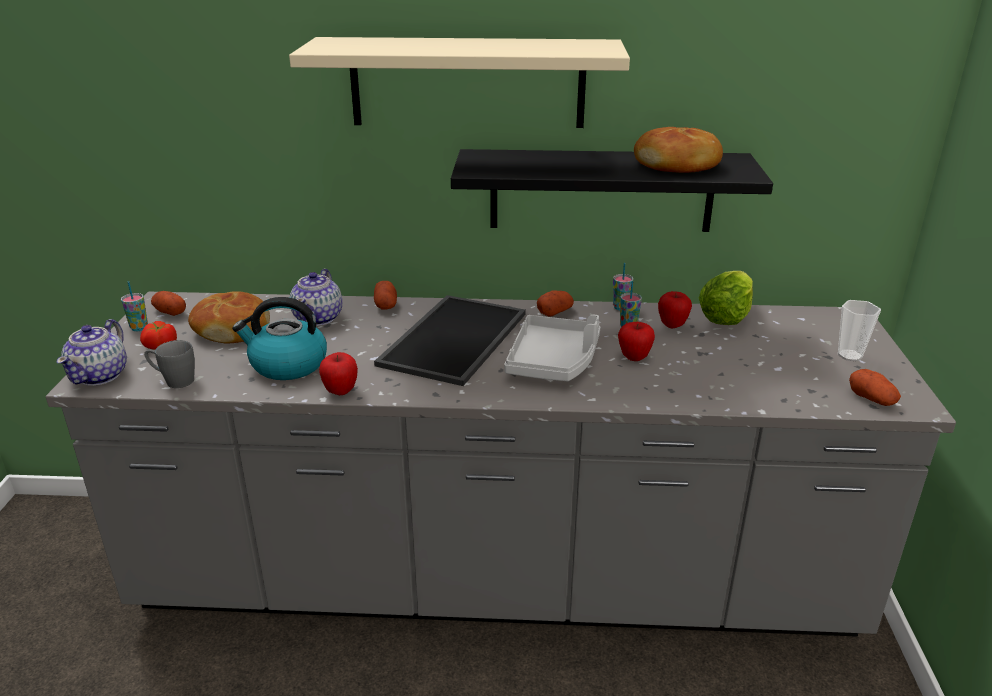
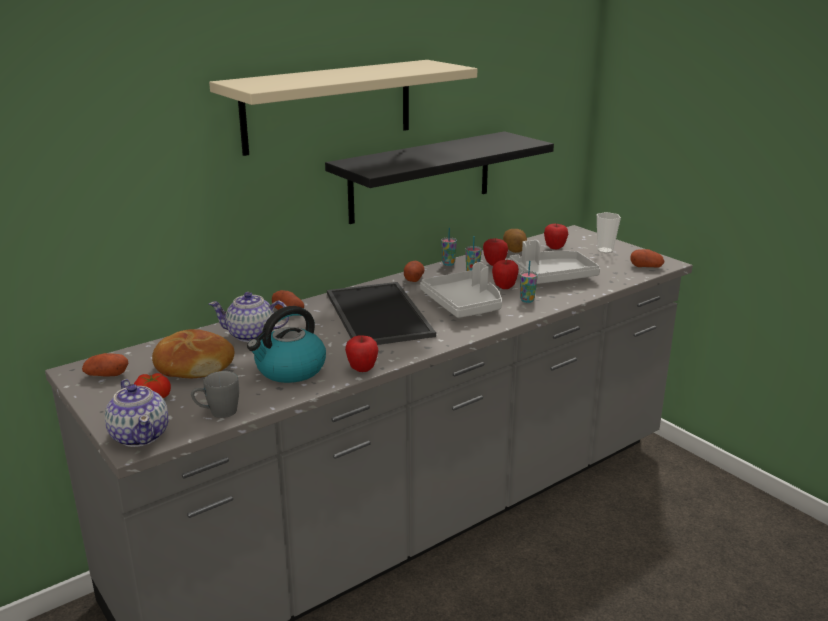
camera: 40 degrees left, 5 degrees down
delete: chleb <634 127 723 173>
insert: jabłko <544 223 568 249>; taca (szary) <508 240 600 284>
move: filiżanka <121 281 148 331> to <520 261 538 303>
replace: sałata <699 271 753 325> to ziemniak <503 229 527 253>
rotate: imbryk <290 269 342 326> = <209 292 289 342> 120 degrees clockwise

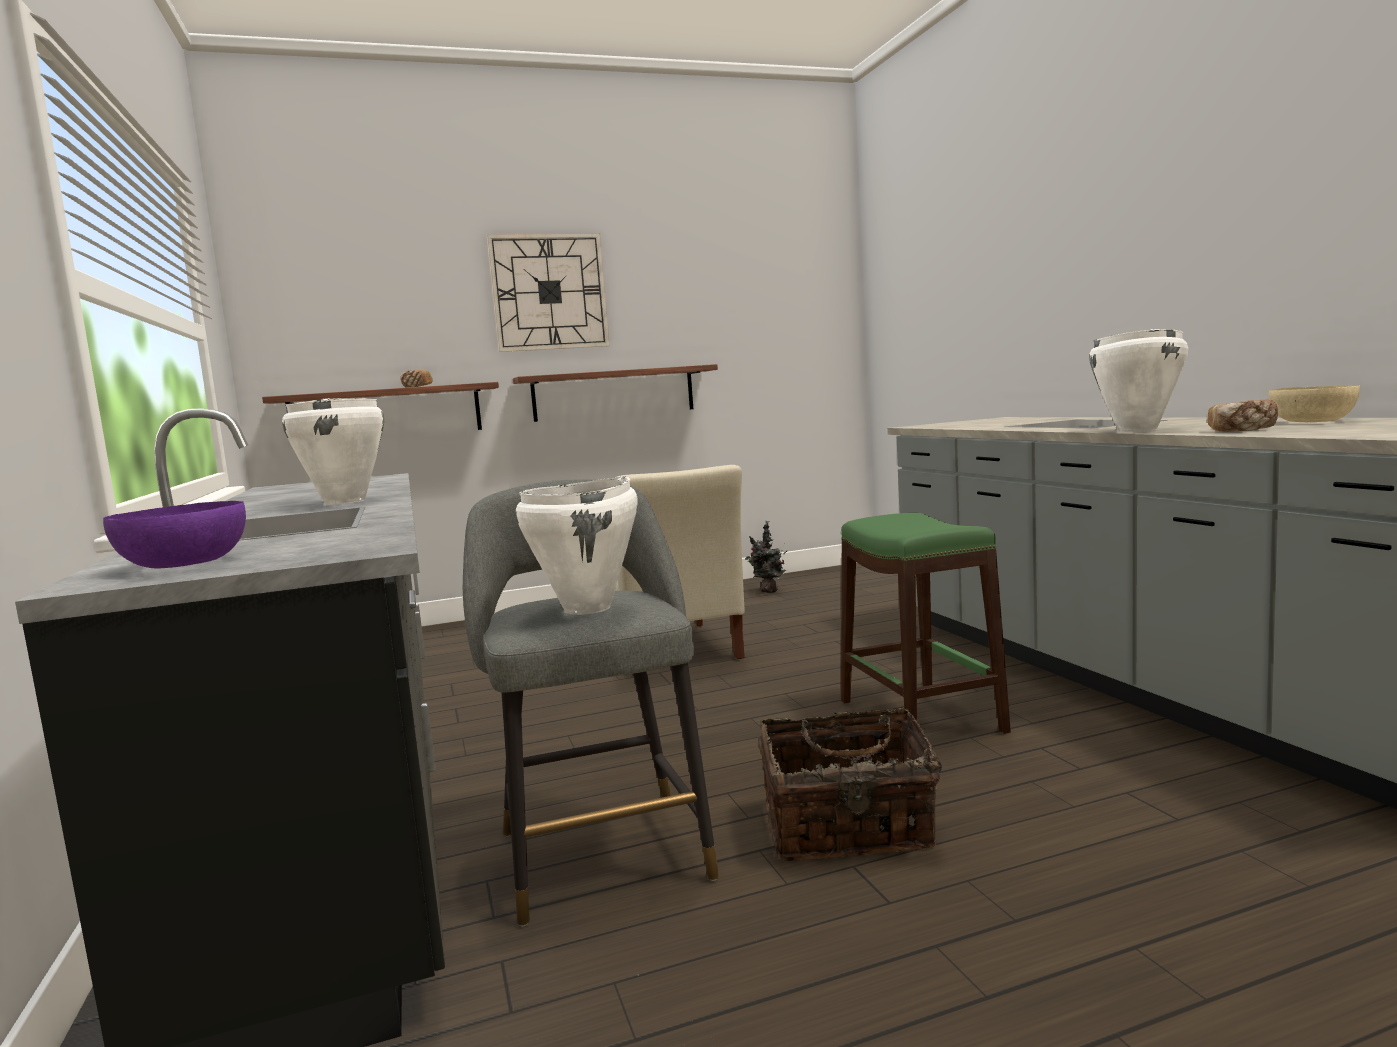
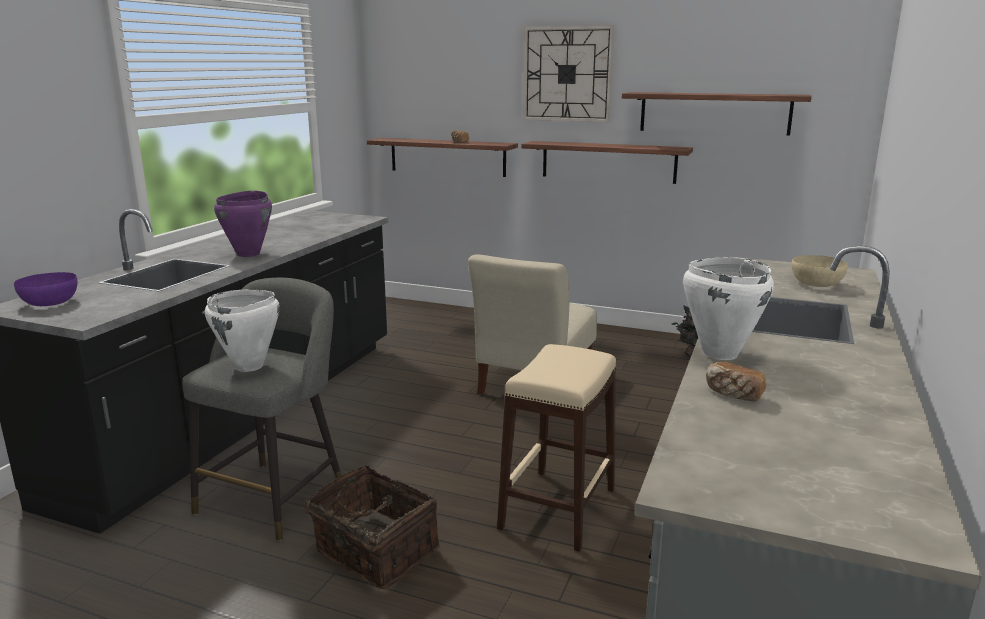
camera: 40 degrees right, 10 degrees up
insert: półka <622 92 812 135>
move: miska (beżowy) <1269 385 1360 422> to <792 255 848 287>
recolor: garnek (biały) <282 398 384 505> to garnek (fioletowy) <214 190 272 257>; stołek (zielony) <841 513 1011 734> to stołek (beżowy) <497 344 616 552>

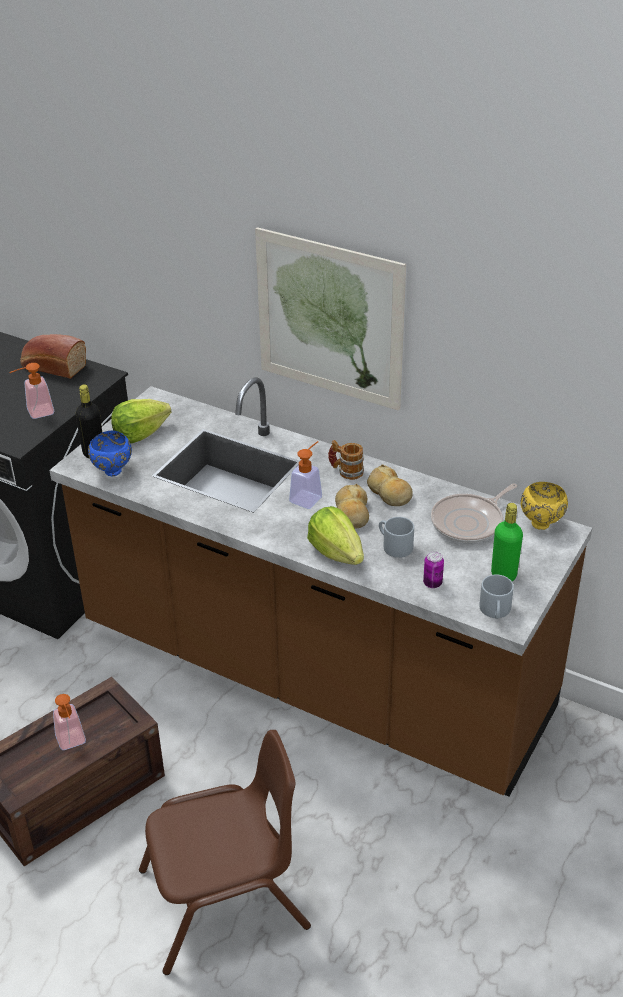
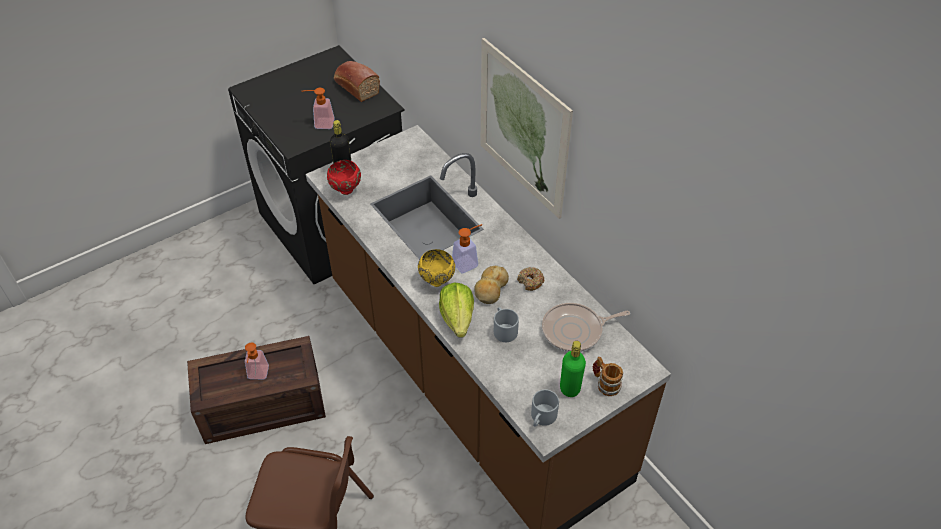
camera: 25 degrees right, 10 degrees up
delete: sałata <111 399 171 443>; puszka <423 551 444 588>
move: kubek <328 440 364 480> to <593 357 623 396>; miska (żółty) <521 482 568 530> to <418 249 455 287>
replace: chleb <367 465 413 506> to donut <517 267 544 291>
recolor: miska (niebieski) <88 430 132 477> to miska (czerwony) <327 160 361 195>

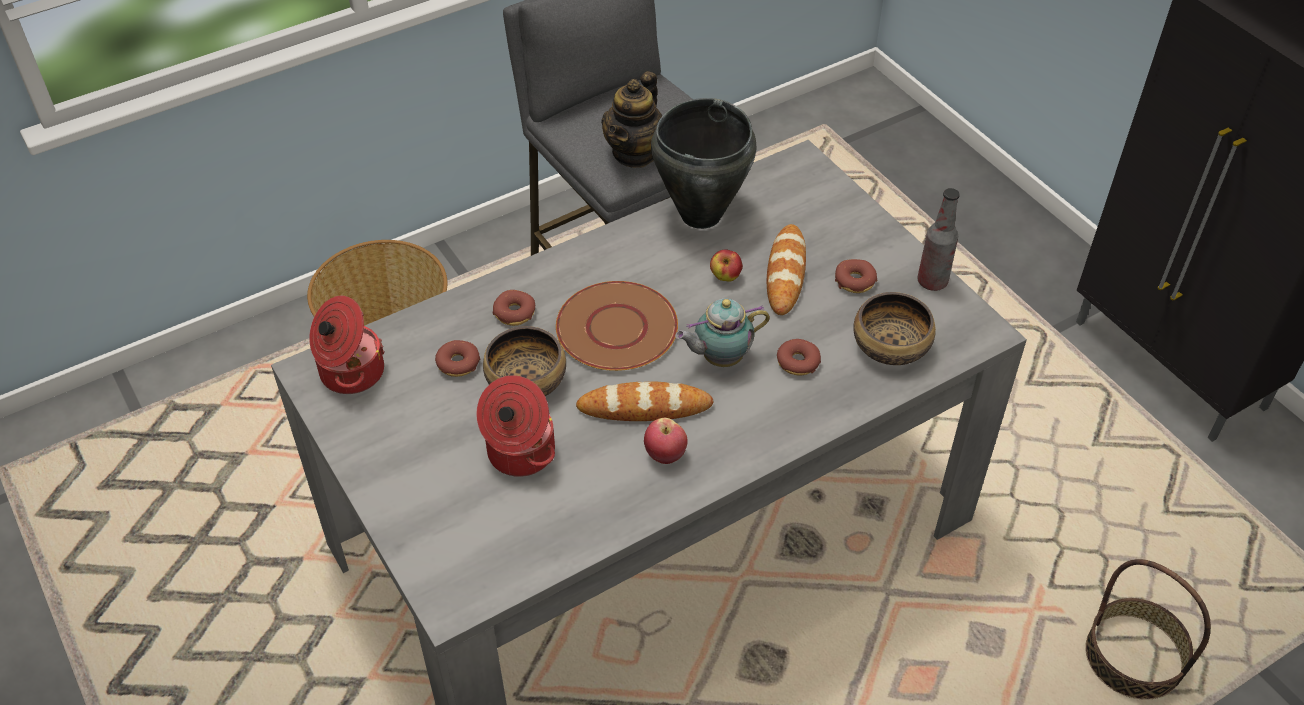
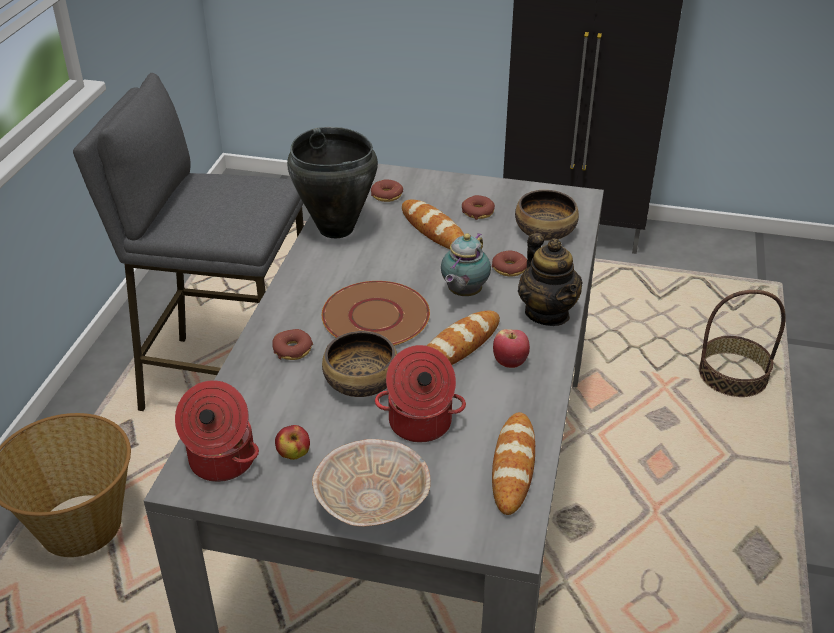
camera: 45 degrees left, 10 degrees down
delete: butelka <917 188 960 291>
insert: chleb <492 412 535 515>; miska (beżowy) <312 439 431 527>
move: imbryk <601 71 662 168> to <518 233 583 326>; jabłko <710 249 743 282> to <275 425 310 460>; donut <435 340 480 377> to <371 179 403 202>

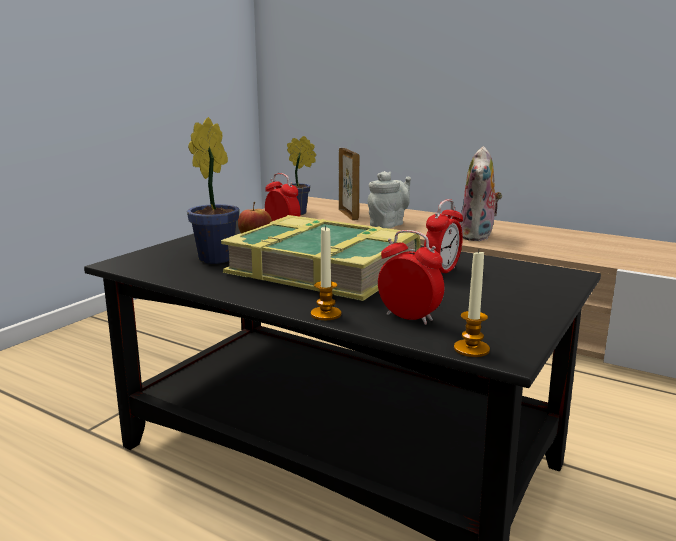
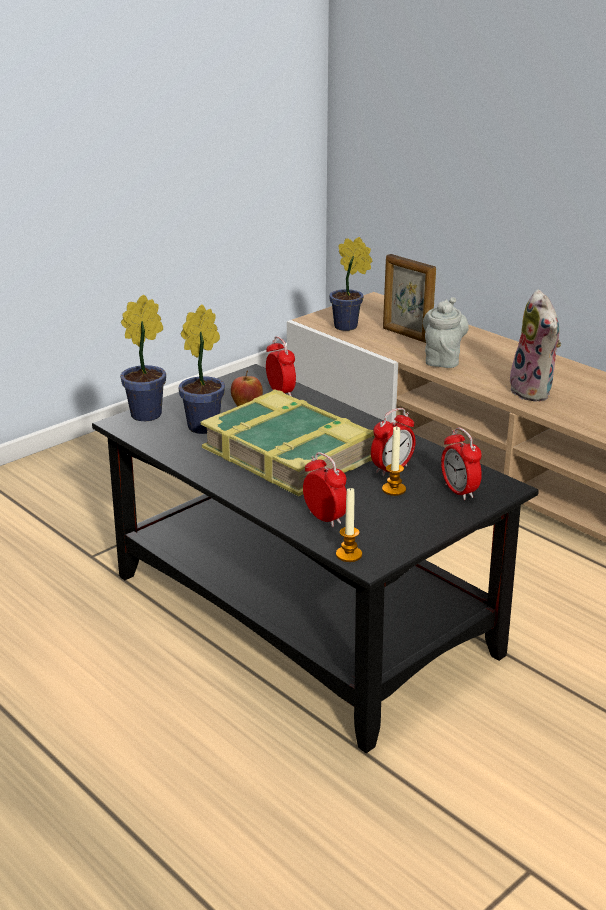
camera: 15 degrees right, 10 degrees up
insert: roślina doniczkowa <120 294 166 421>; budzik <441 427 482 500>
move: świeca <311 225 341 320> to <382 427 406 496>
rotate: pluszak <459 146 502 241> = <510 290 561 402> 45 degrees counterclockwise; ramka na zdjęcie <339 148 359 220> = <383 254 436 343> 135 degrees clockwise; imbryk (szary) <368 171 411 229> = <423 297 469 368> 45 degrees counterclockwise

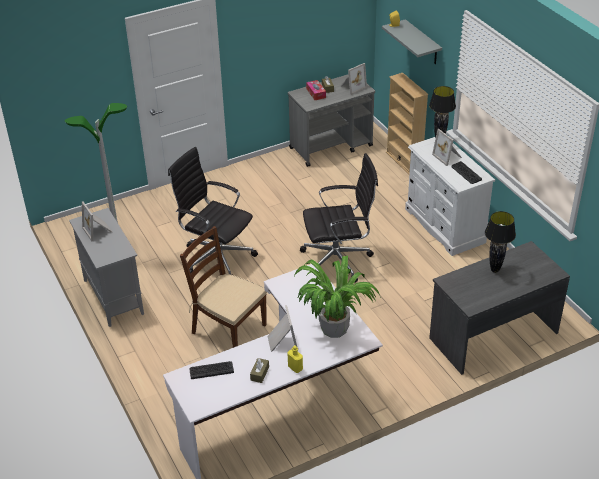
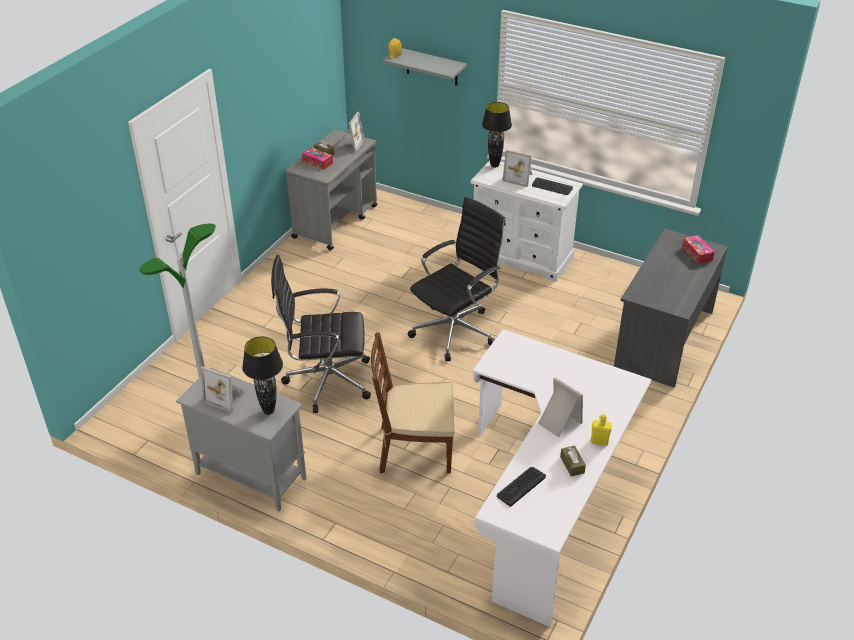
camera: 35 degrees left, 0 degrees up
delete: regał (beżowy) <386 73 428 174>; roślina doniczkowa <294 256 381 338>
insert: pudełko chusteczek <682 235 715 264>
move: lampa stołowa (czarny) <485 211 516 273> to <242 337 283 415>

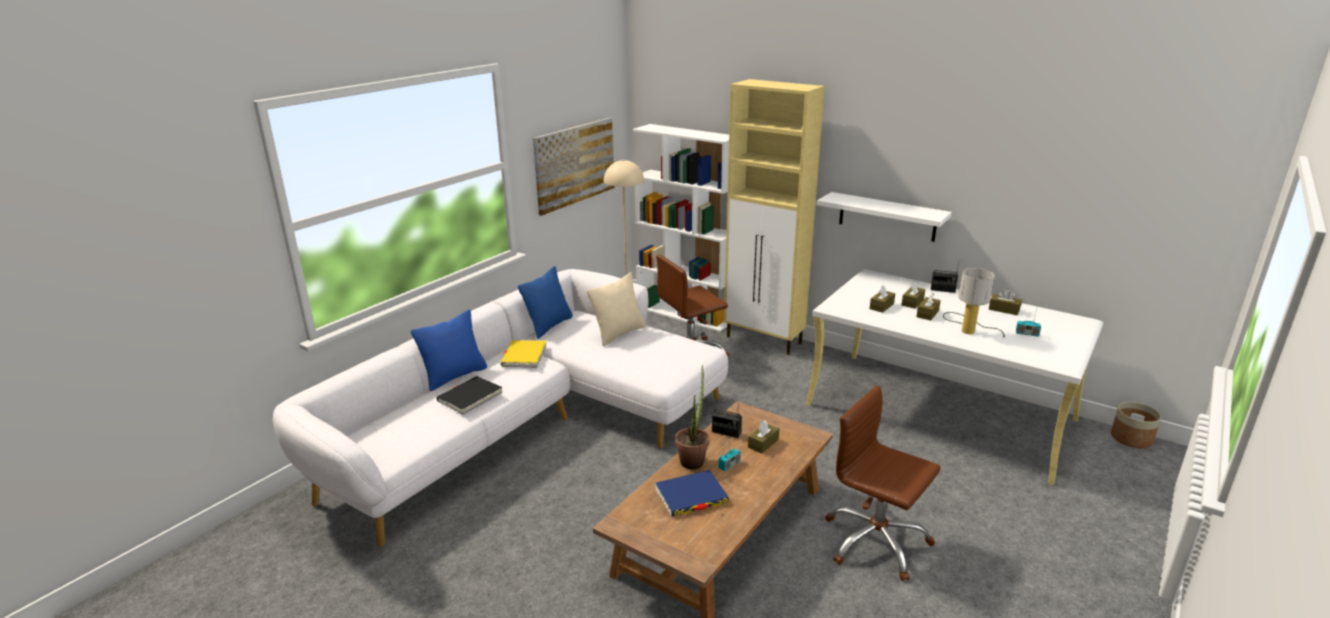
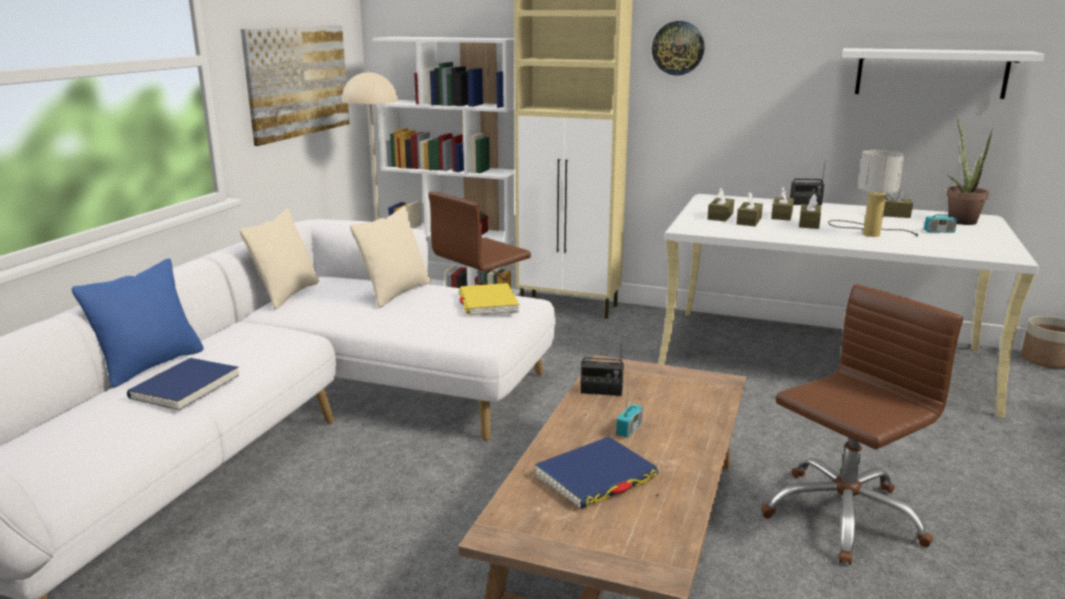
camera: 15 degrees left, 5 degrees down
insert: zegar ścienny <652 21 704 75>
move: półka (biały) <816 192 952 242> to <842 48 1044 99>; książka (żółty) <501 340 546 368> to <459 283 519 316>; roślina doniczkowa <675 365 709 469> to <946 118 993 225>; pudełko chusteczek (brązowy) <748 420 779 454> to <707 187 734 221>
recolor: poduszka (niebieski) <518 266 573 339> to poduszka (beżowy) <240 208 319 310>; książka (czarny) <436 376 502 415> to książka (niebieski) <127 358 239 411>
rotate: krzesło biurowe (brązowy) <825 385 941 581> = <760 284 963 565> 120 degrees clockwise

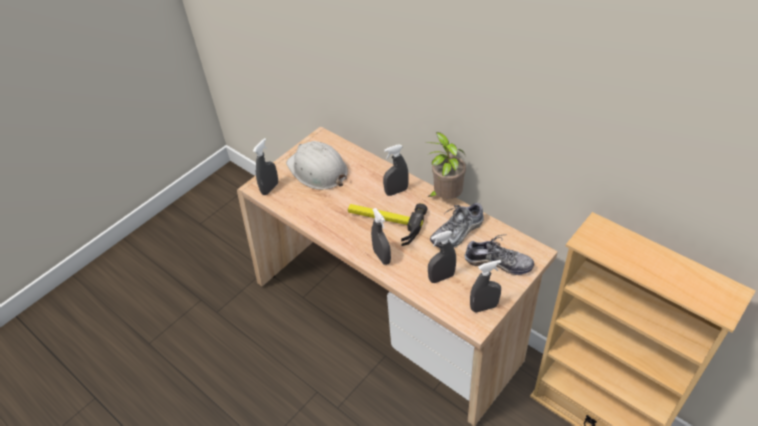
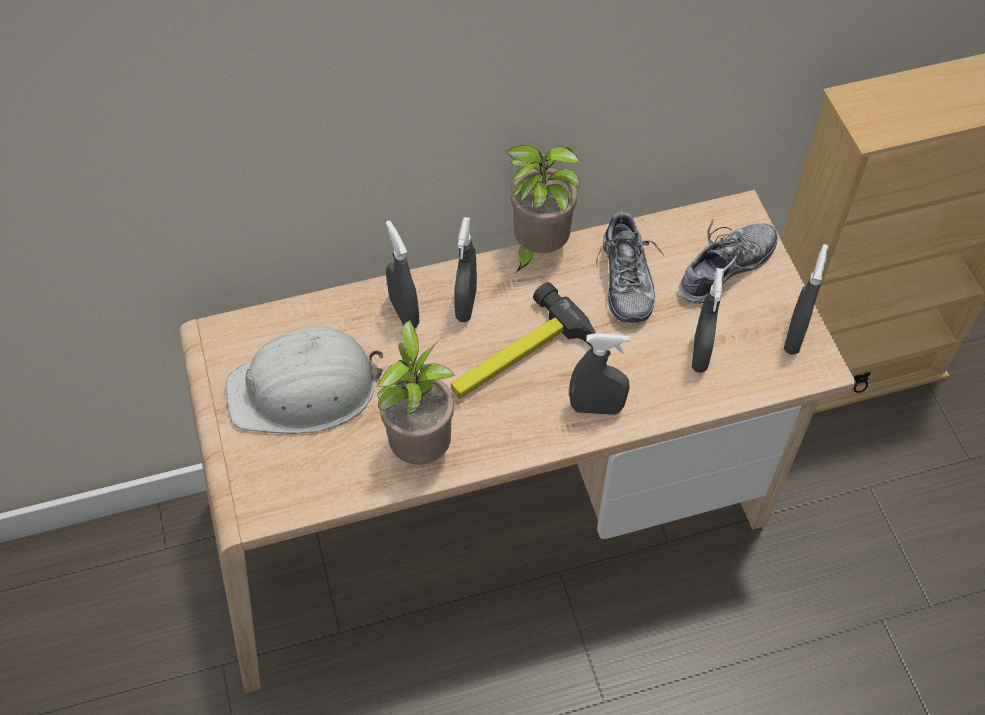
camera: 60 degrees left, 10 degrees up
insert: roślina doniczkowa <377 320 455 465>
move: spryskiwacz (szary) <253 138 278 195> to <386 220 419 329>

